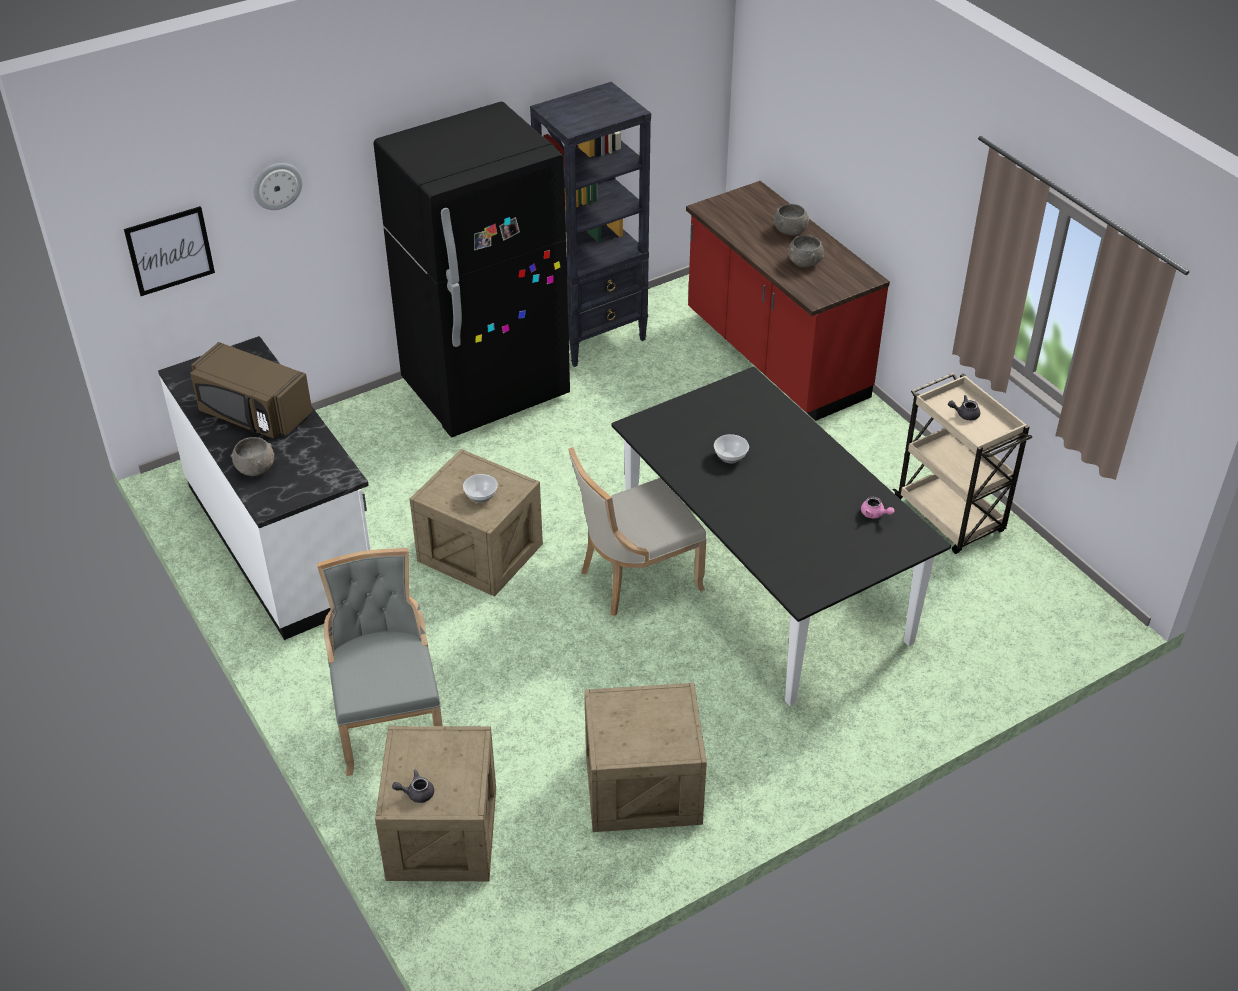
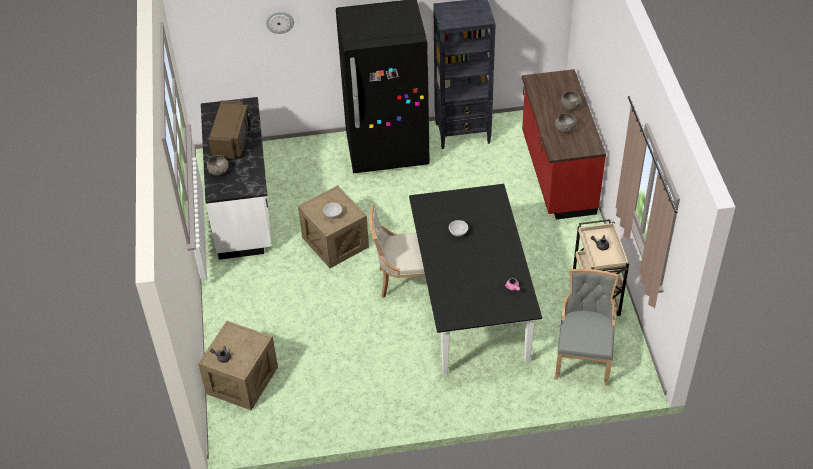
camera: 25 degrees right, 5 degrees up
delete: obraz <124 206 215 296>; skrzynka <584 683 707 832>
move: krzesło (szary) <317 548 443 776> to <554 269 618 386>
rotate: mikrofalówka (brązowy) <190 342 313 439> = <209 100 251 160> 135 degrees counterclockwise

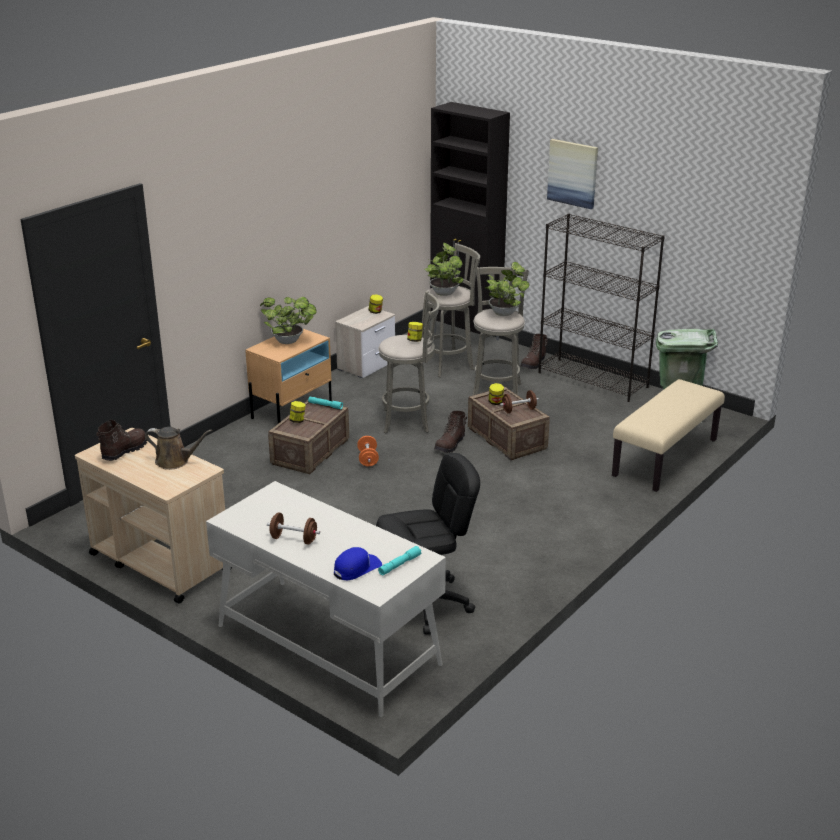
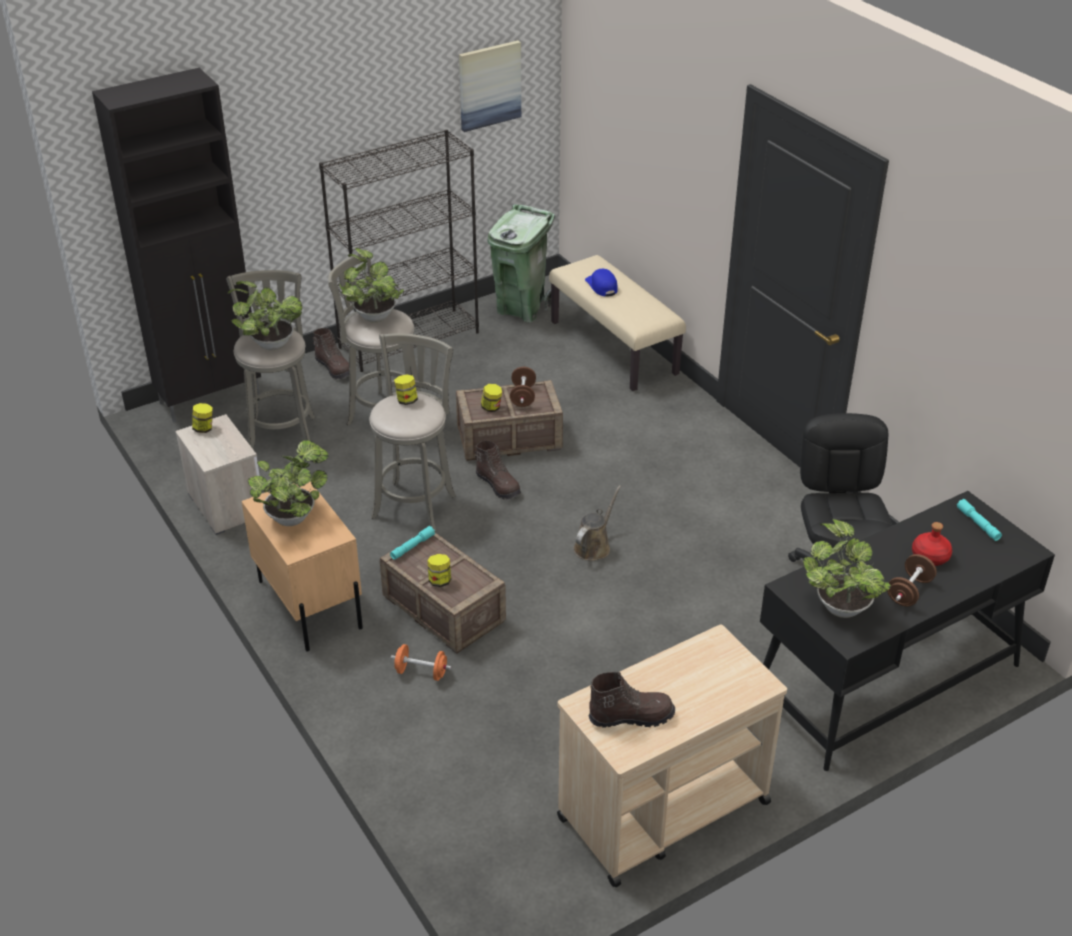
camera: 70 degrees left, 10 degrees up
insert: roślina doniczkowa <803 519 891 618>; butelka (czerwony) <912 522 952 566>
move: obraz <547 139 598 209> to <459 40 521 132>; konewka (brązowy) <145 427 212 470> to <573 485 621 561>; hantel (pomarańczowy) <357 436 379 466> to <391 644 451 681>; czapka z daszkiem (niebieski) <334 547 382 580> to <585 269 618 297>
recolor: biurko (biały) <206 481 446 717> to biurko (czarny) <760 491 1055 771>
rotate: but z cholewką (brązowy) <96 420 147 461> = <589 672 675 728> 120 degrees clockwise

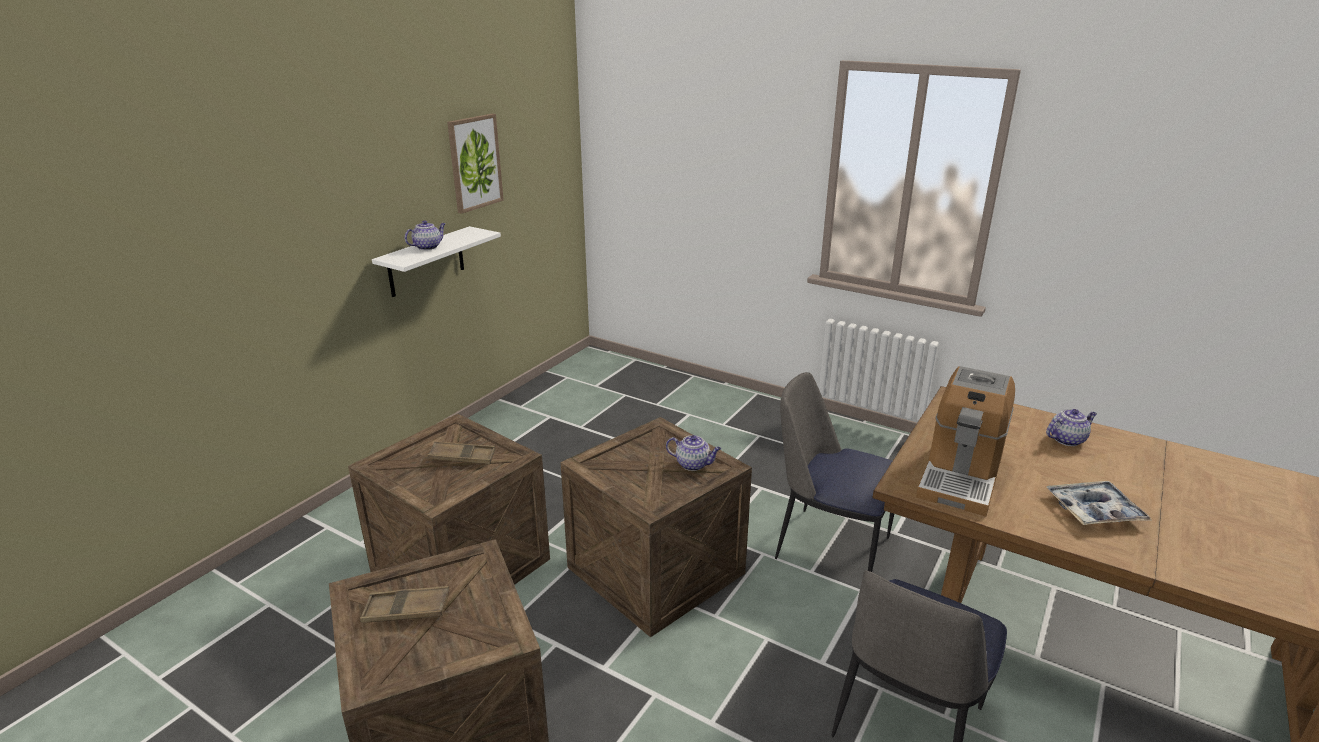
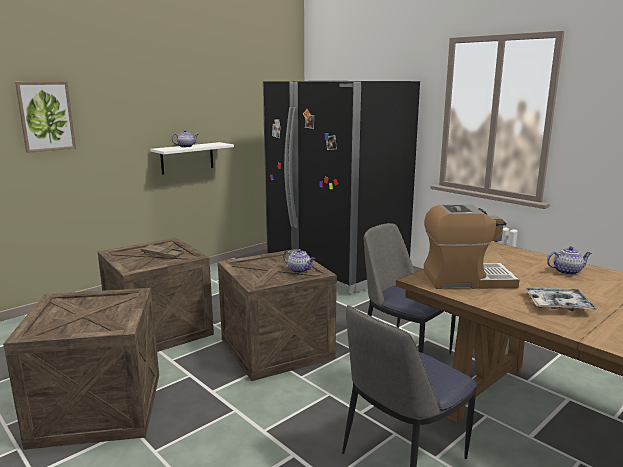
camera: 15 degrees right, 10 degrees down
delete: taca (brązowy) <360 586 450 623>
insert: lodówka (czarny) <263 81 420 294>
move: obraz <447 114 504 214> to <15 82 76 153>
rotate: ekspres do kawy <916 366 1015 516> = <423 204 519 289> 135 degrees counterclockwise

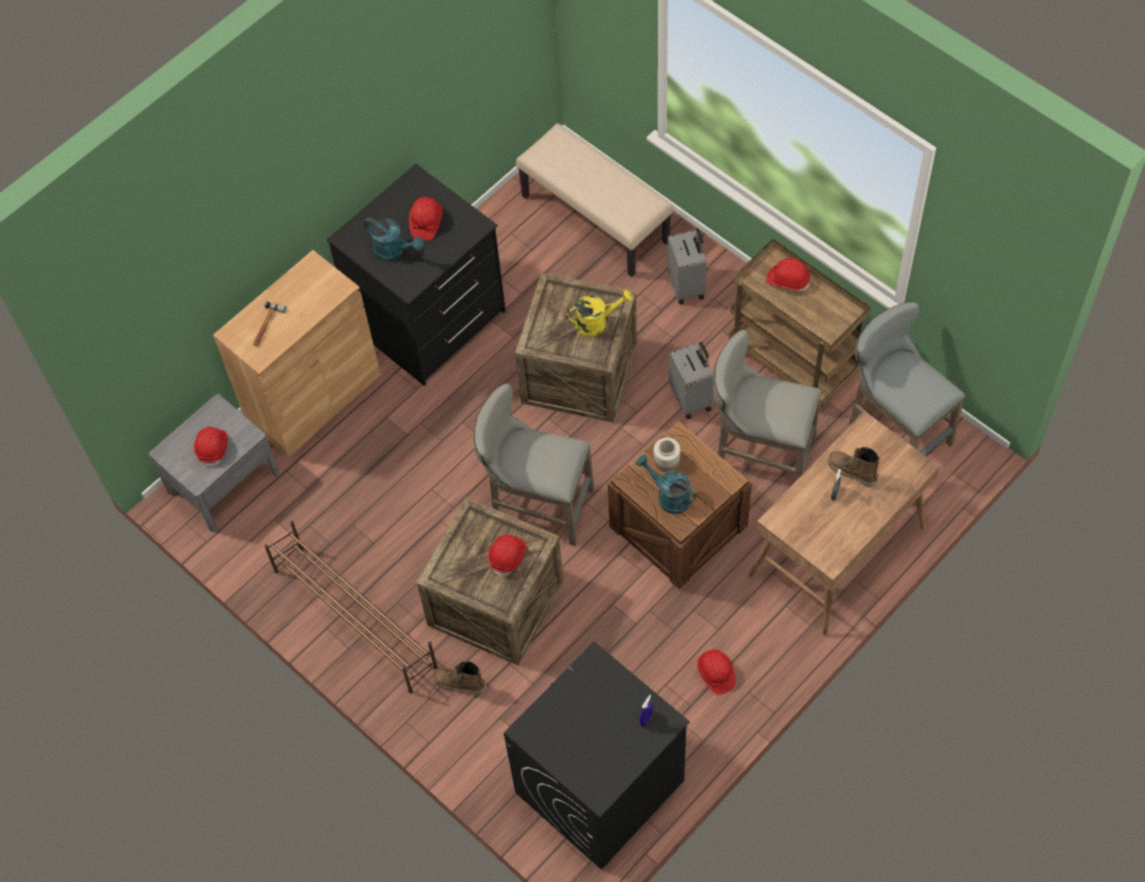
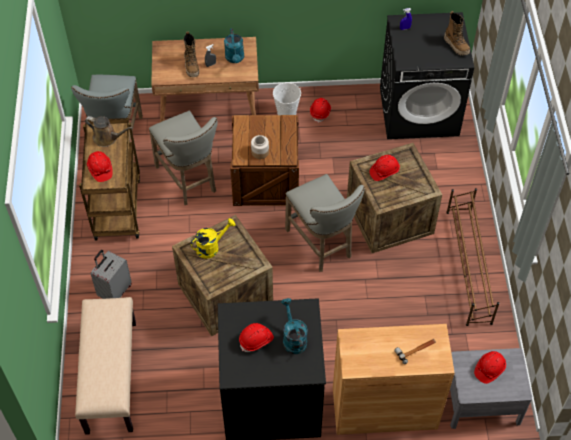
camera: 140 degrees left, 5 degrees down
delete: walizka (szary) <669 342 714 419>
insert: wiadro (biały) <273 82 301 116>; konewka (brązowy) <85 116 133 147>
move: konewka (turkusowy) <636 455 696 514> to <224 28 244 63>; but z cholewką <434 661 486 694> to <444 11 470 56>
rotate: konewka (żółty) <567 290 633 337> = <190 218 236 259> 120 degrees clockwise

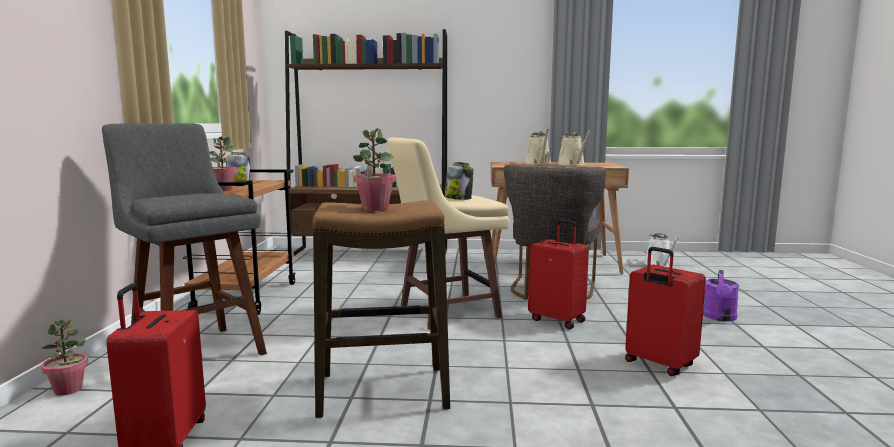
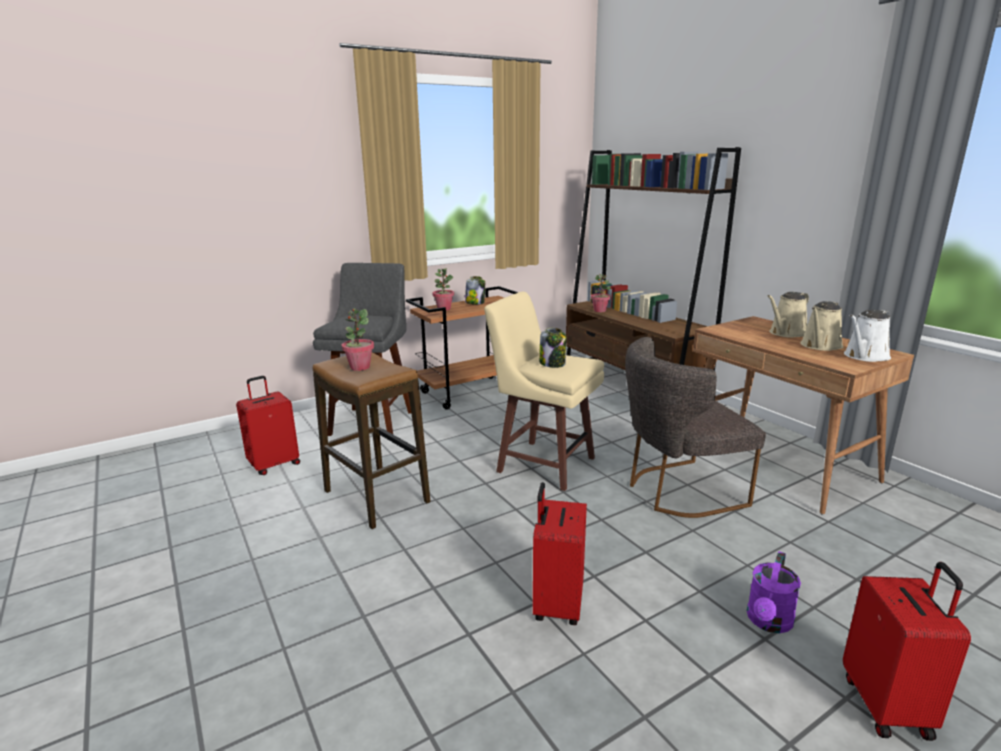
camera: 55 degrees right, 10 degrees up
move: walizka (czerwony) <528 219 589 329> to <843 562 971 741>; konewka (biały) <644 233 679 267> to <844 309 891 362>; roślina doniczkowa <41 319 88 396> to <591 274 611 312>
rotate: konewka (fioletowy) <703 270 739 321> = <747 551 801 633> 45 degrees counterclockwise

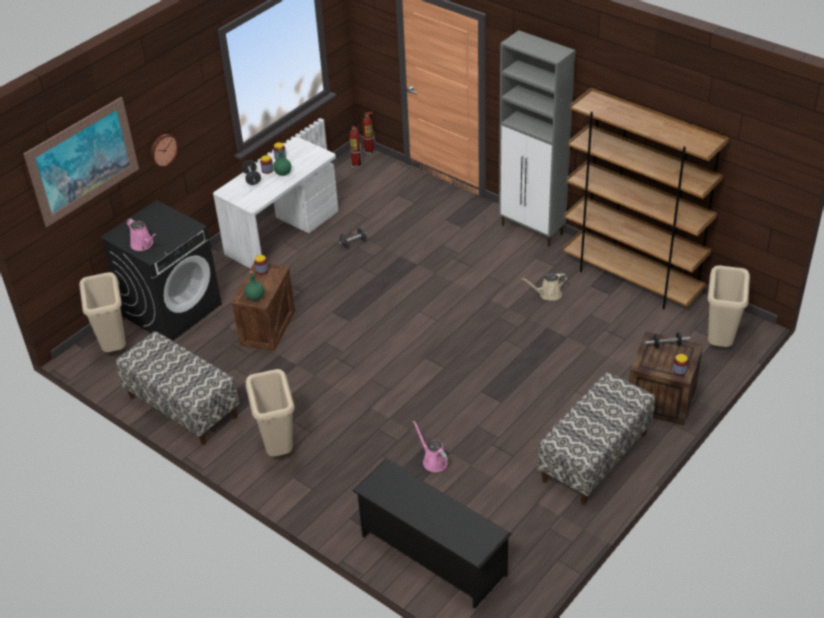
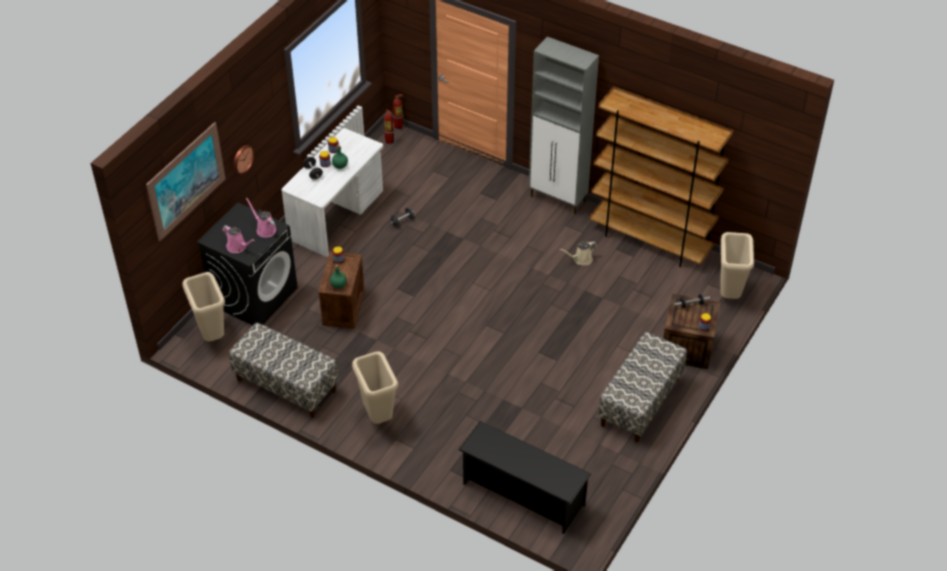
camera: 10 degrees left, 5 degrees up
move: konewka (różowy) <413 421 448 472> to <246 198 276 238>

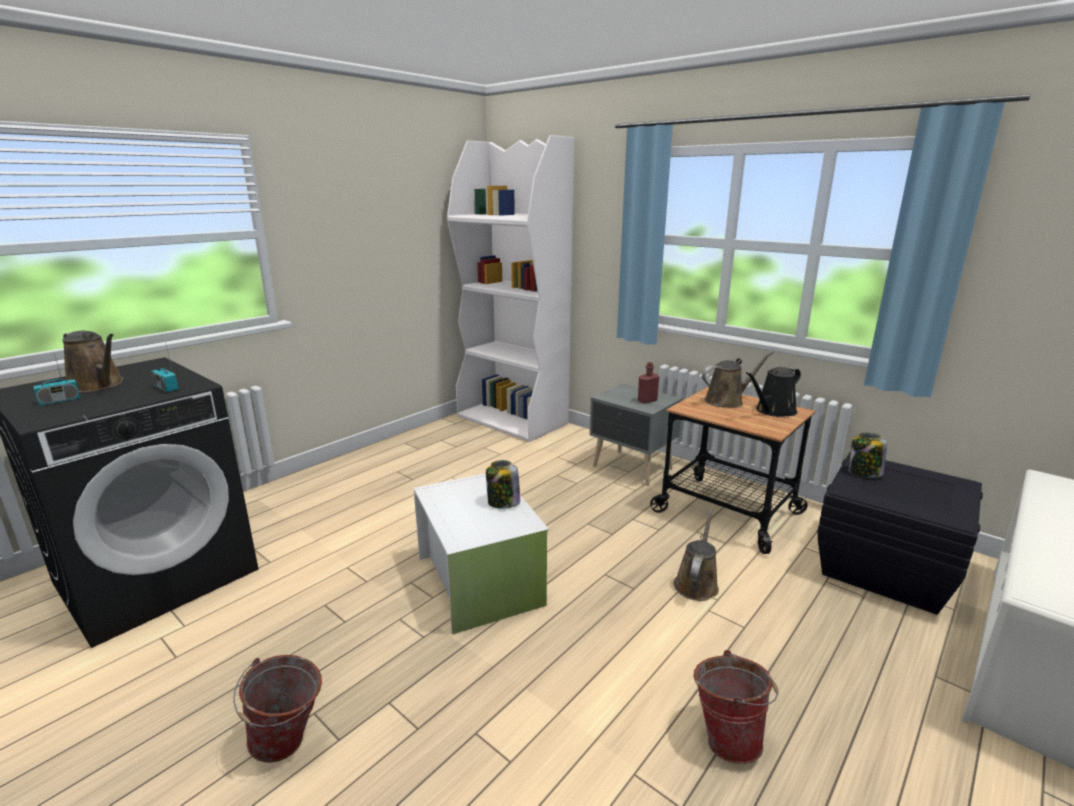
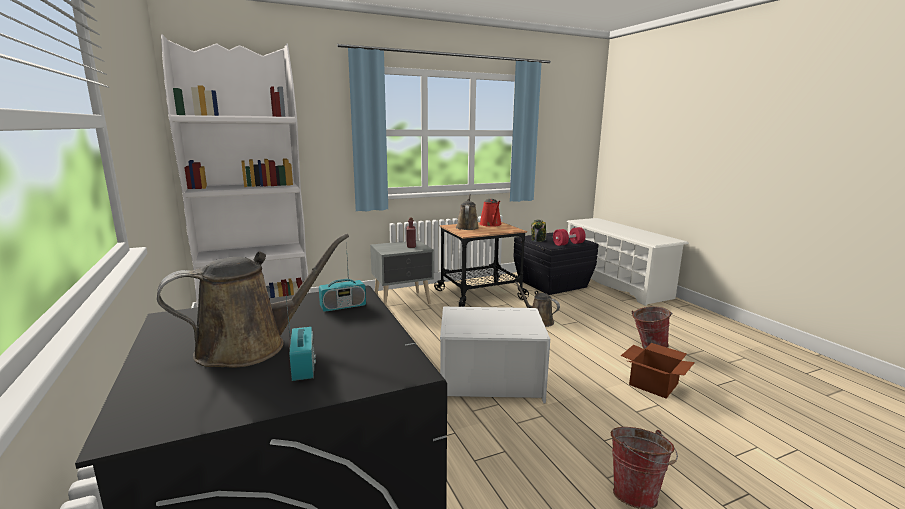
camera: 65 degrees left, 5 degrees down
delete: słoik <486 460 520 509>
insert: hantel (czerwony) <553 227 586 246>; karton <621 343 695 398>
recolor: konewka (czarny) <746 367 801 417> to konewka (czerwony) <480 199 502 227>

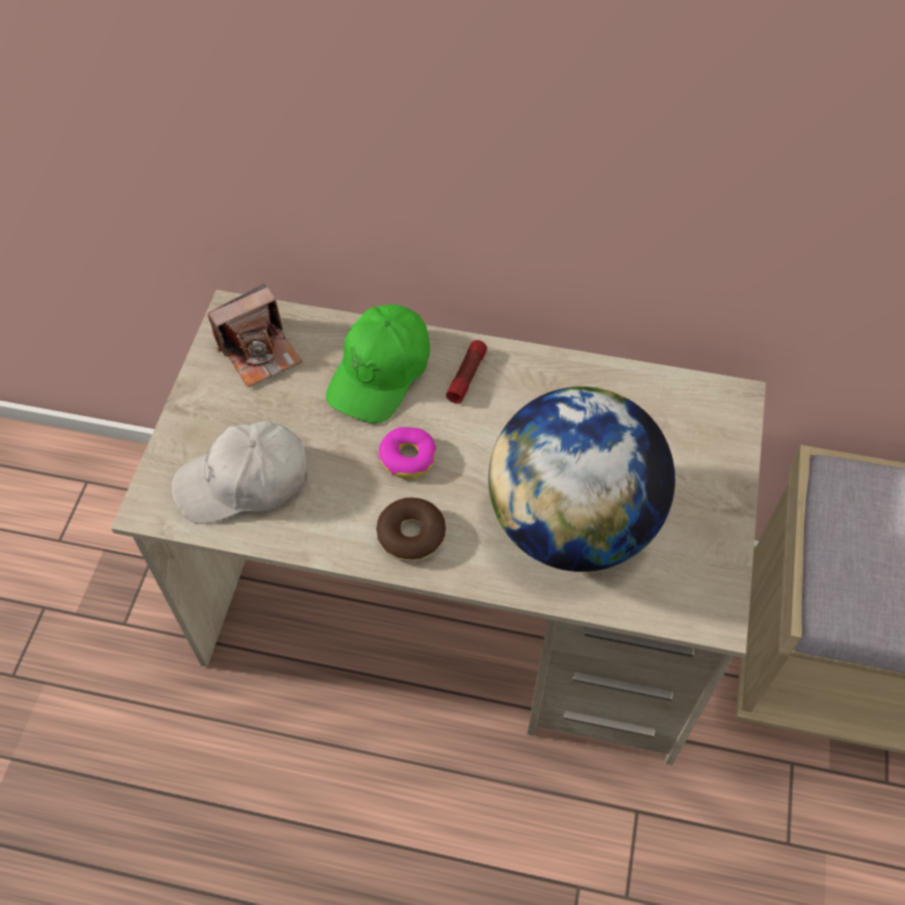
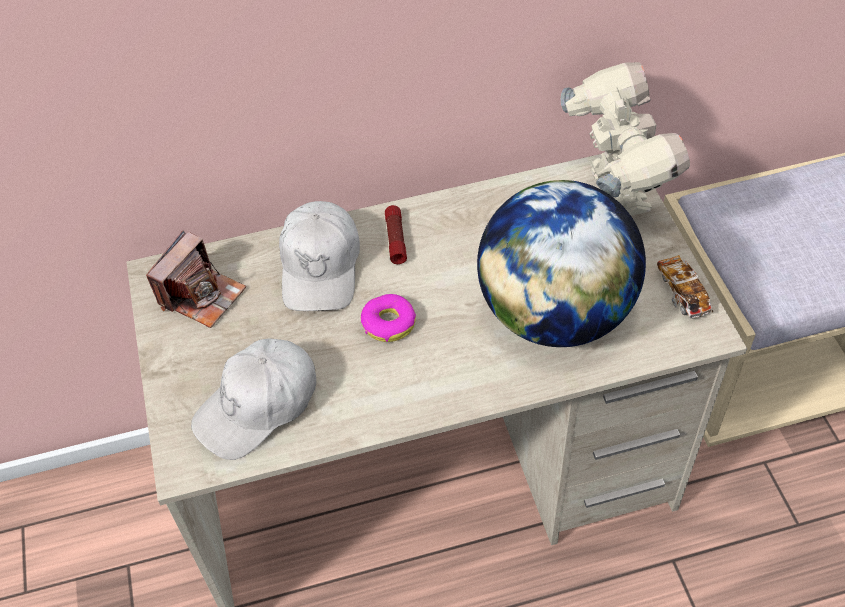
camera: 25 degrees left, 5 degrees down
delete: donut <376 498 446 562>
insert: robot zabawkowy <561 62 690 215>; samochodzik <657 255 714 318>
recolor: czapka z daszkiem (zielony) <326 305 430 423> to czapka z daszkiem (biały) <279 201 360 311>

